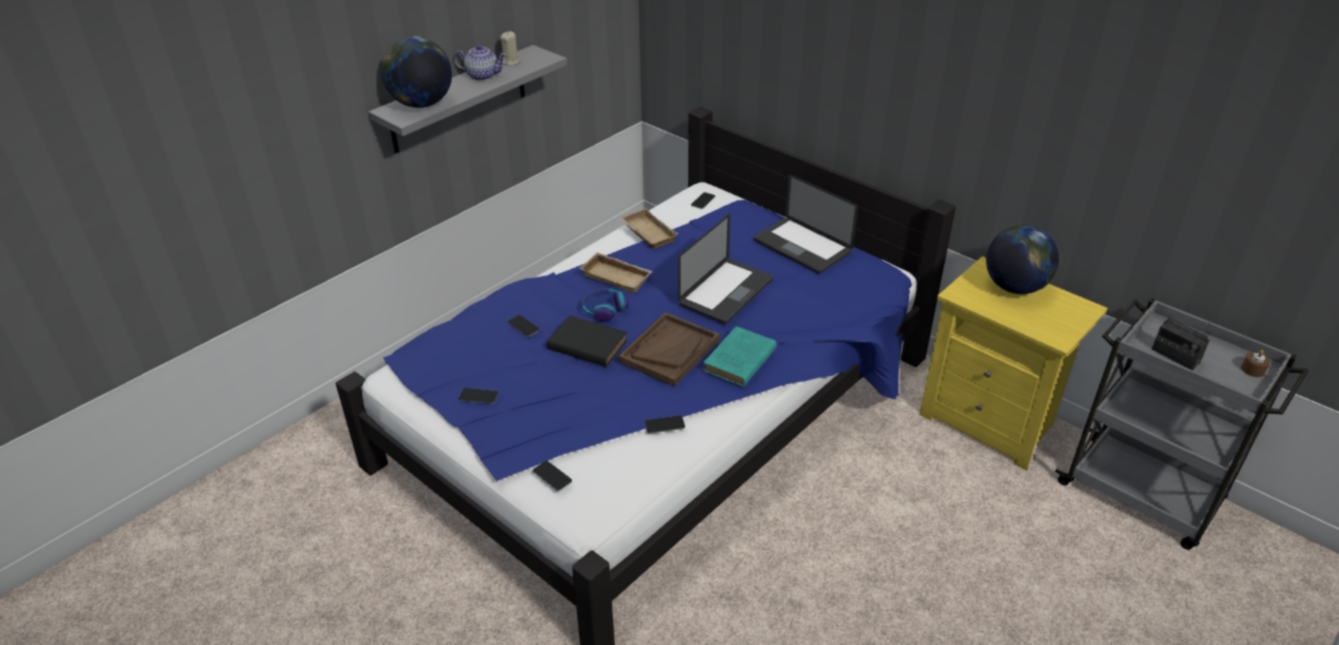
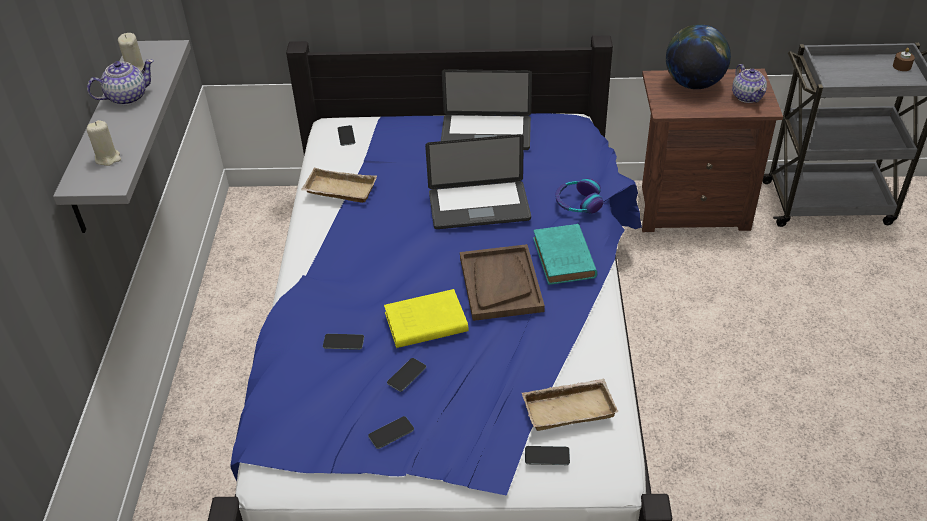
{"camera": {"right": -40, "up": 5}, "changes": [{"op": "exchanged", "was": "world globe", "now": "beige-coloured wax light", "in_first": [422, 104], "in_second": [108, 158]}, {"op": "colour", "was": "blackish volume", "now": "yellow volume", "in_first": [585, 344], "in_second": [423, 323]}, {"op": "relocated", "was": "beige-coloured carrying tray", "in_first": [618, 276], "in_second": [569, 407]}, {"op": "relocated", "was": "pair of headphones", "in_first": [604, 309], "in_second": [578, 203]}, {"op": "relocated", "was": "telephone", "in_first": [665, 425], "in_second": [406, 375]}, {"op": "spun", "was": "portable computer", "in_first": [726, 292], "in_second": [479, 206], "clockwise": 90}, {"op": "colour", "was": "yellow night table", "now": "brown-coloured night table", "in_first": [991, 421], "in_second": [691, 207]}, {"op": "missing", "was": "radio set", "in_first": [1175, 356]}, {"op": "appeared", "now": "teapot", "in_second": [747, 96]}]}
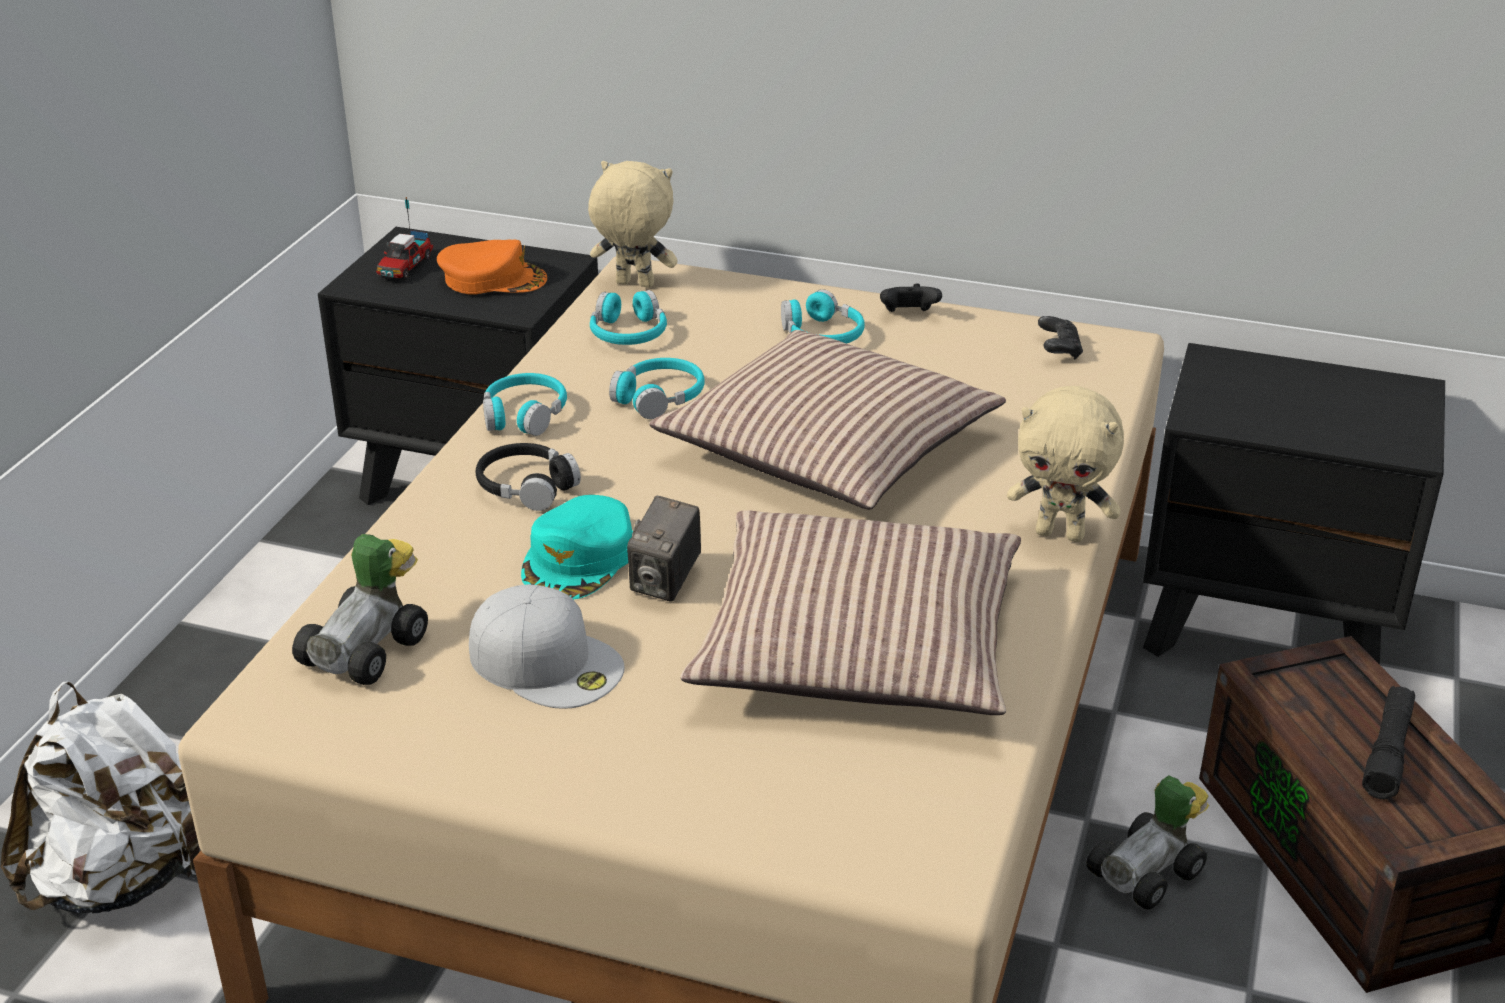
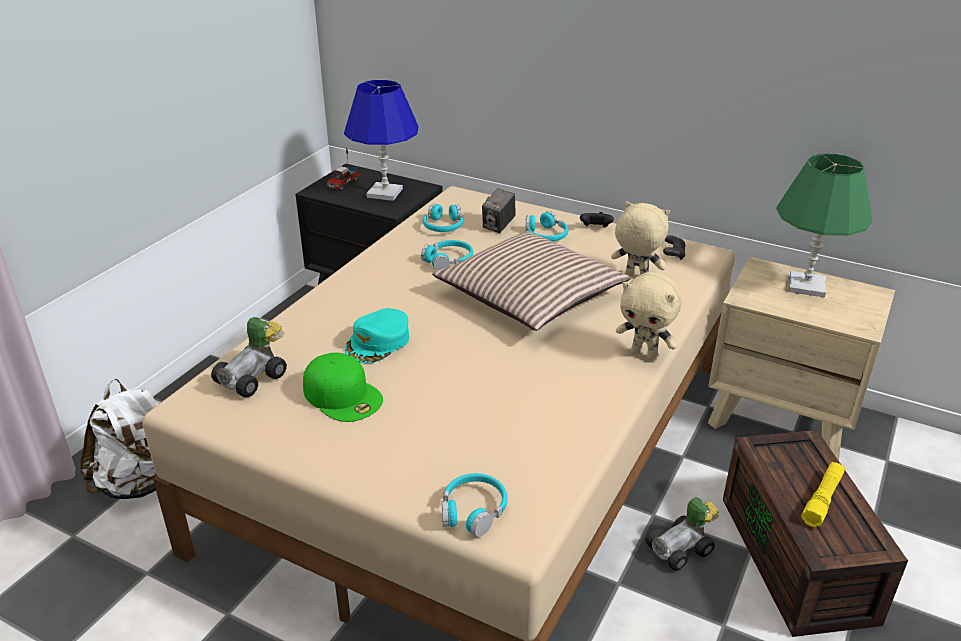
{"camera": {"right": 10, "up": 0}, "changes": [{"op": "exchanged", "was": "orange-coloured peaked cap", "now": "blue table lamp", "in_first": [493, 278], "in_second": [385, 193]}, {"op": "colour", "was": "white-coloured peaked cap", "now": "greenish peaked cap", "in_first": [547, 661], "in_second": [343, 395]}, {"op": "missing", "was": "blackish pair of headphones", "in_first": [526, 487]}, {"op": "relocated", "was": "turquoise pair of headphones", "in_first": [524, 415], "in_second": [473, 511]}, {"op": "relocated", "was": "beige-coloured cuddly toy", "in_first": [633, 285], "in_second": [635, 277]}, {"op": "relocated", "was": "still camera", "in_first": [666, 582], "in_second": [498, 226]}, {"op": "missing", "was": "pillow", "in_first": [858, 643]}, {"op": "colour", "was": "blackish night table", "now": "beige-coloured night table", "in_first": [1267, 624], "in_second": [782, 417]}, {"op": "colour", "was": "blackish flashlight", "now": "yellow flashlight", "in_first": [1388, 751], "in_second": [822, 499]}, {"op": "appeared", "now": "greenish table lamp", "in_second": [806, 286]}]}
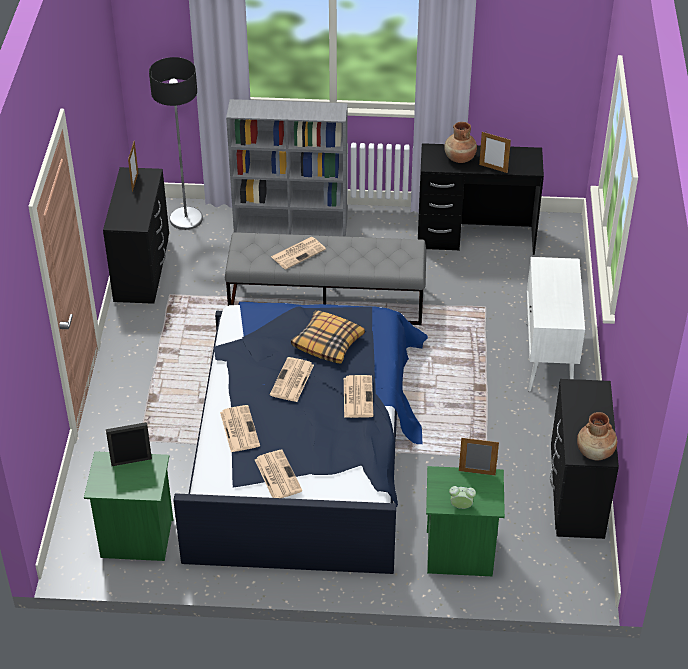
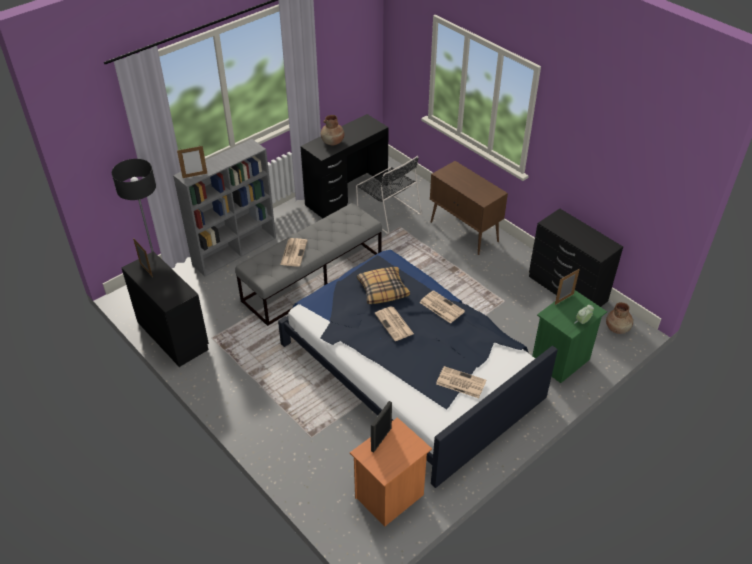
{"camera": {"right": -45, "up": 0}, "changes": [{"op": "colour", "was": "greenish night table", "now": "orange-coloured night table", "in_first": [136, 539], "in_second": [390, 497]}, {"op": "missing", "was": "printed paper", "in_first": [239, 428]}, {"op": "relocated", "was": "photo frame", "in_first": [493, 168], "in_second": [195, 175]}, {"op": "colour", "was": "white-coloured storage cabinet", "now": "brown-coloured storage cabinet", "in_first": [548, 358], "in_second": [464, 232]}, {"op": "relocated", "was": "brown-coloured decorative vase", "in_first": [595, 452], "in_second": [617, 328]}, {"op": "appeared", "now": "blackish plain chair", "in_second": [387, 212]}]}
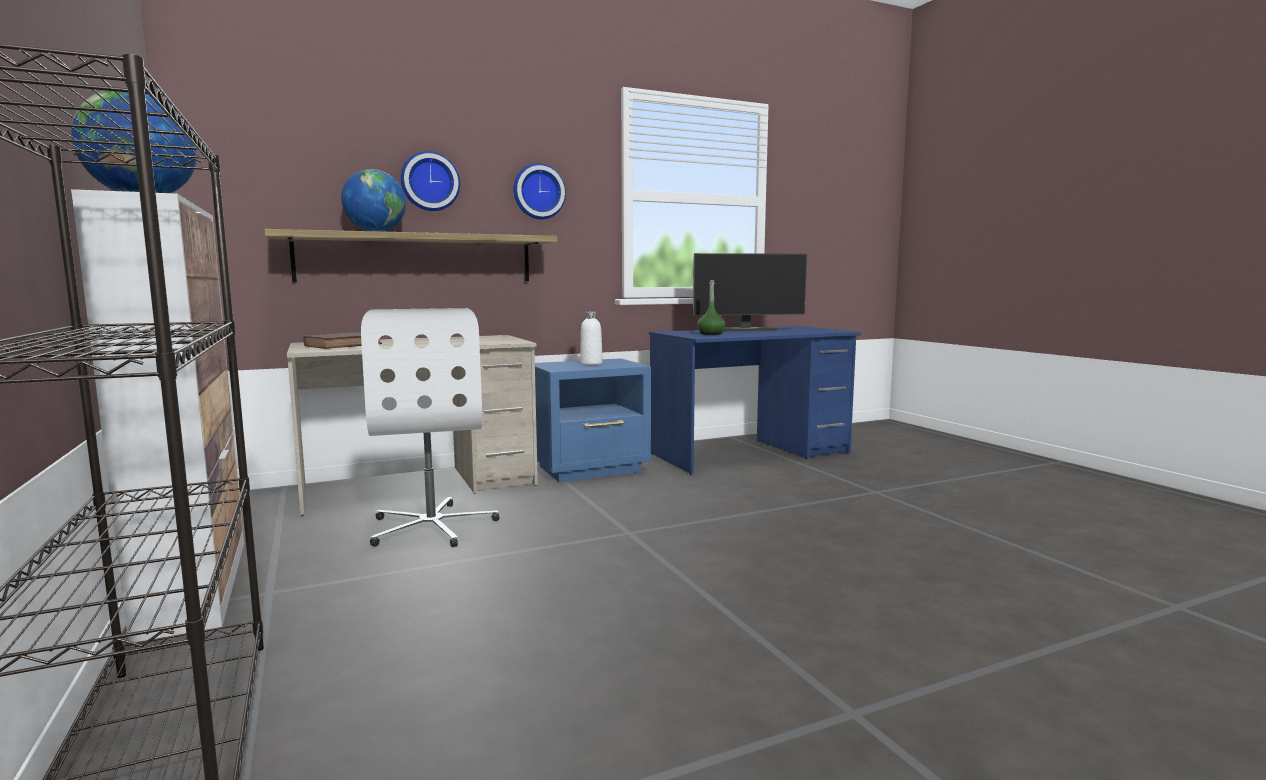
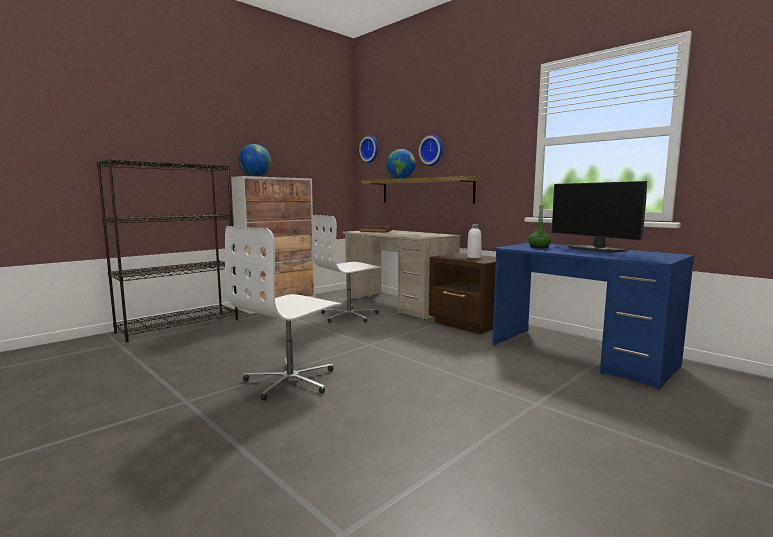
{"camera": {"right": 70, "up": 0}, "changes": [{"op": "relocated", "was": "hanging clock", "in_first": [538, 192], "in_second": [370, 149]}, {"op": "colour", "was": "blue night table", "now": "brown-coloured night table", "in_first": [591, 469], "in_second": [468, 324]}, {"op": "appeared", "now": "white-coloured computer chair", "in_second": [291, 380]}]}
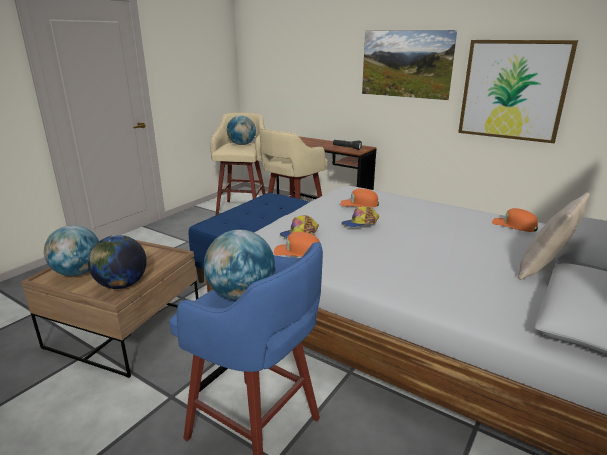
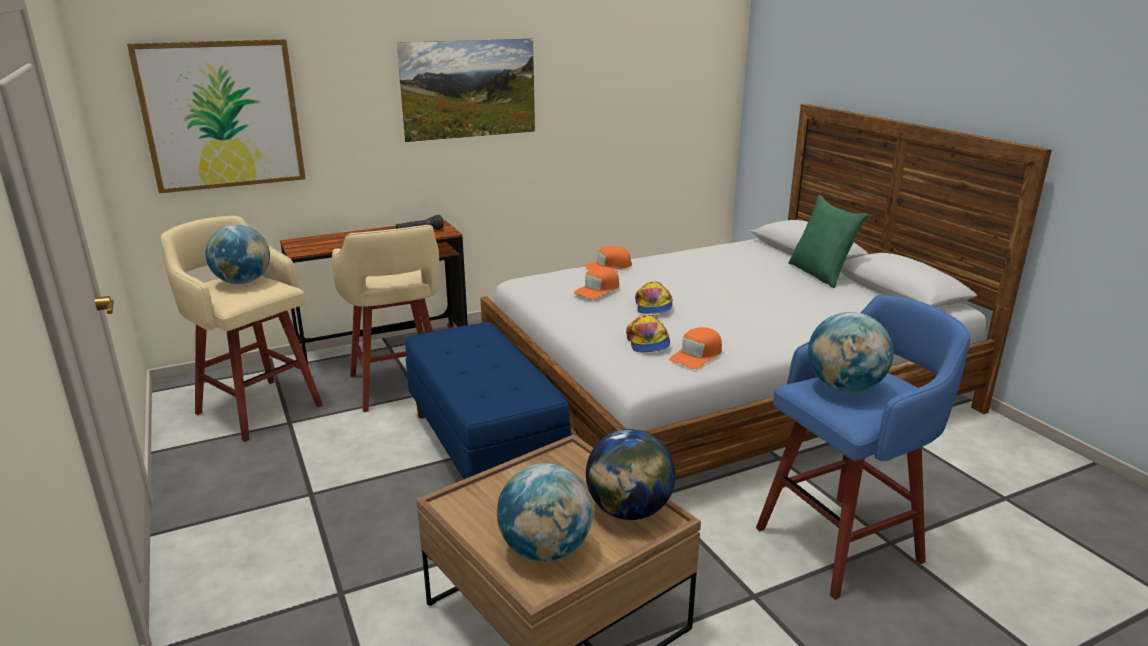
{"camera": {"right": -60, "up": 0}, "changes": [{"op": "relocated", "was": "picture", "in_first": [513, 90], "in_second": [222, 115]}, {"op": "relocated", "was": "orange-coloured peaked cap", "in_first": [514, 225], "in_second": [608, 266]}, {"op": "colour", "was": "beige-coloured pillow", "now": "greenish pillow", "in_first": [544, 269], "in_second": [820, 274]}]}
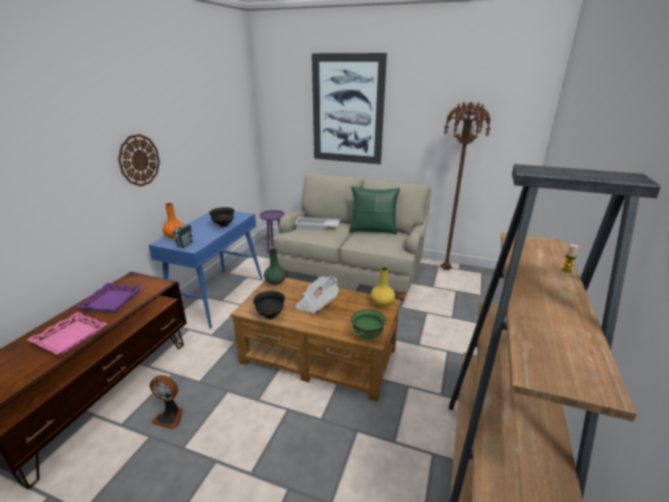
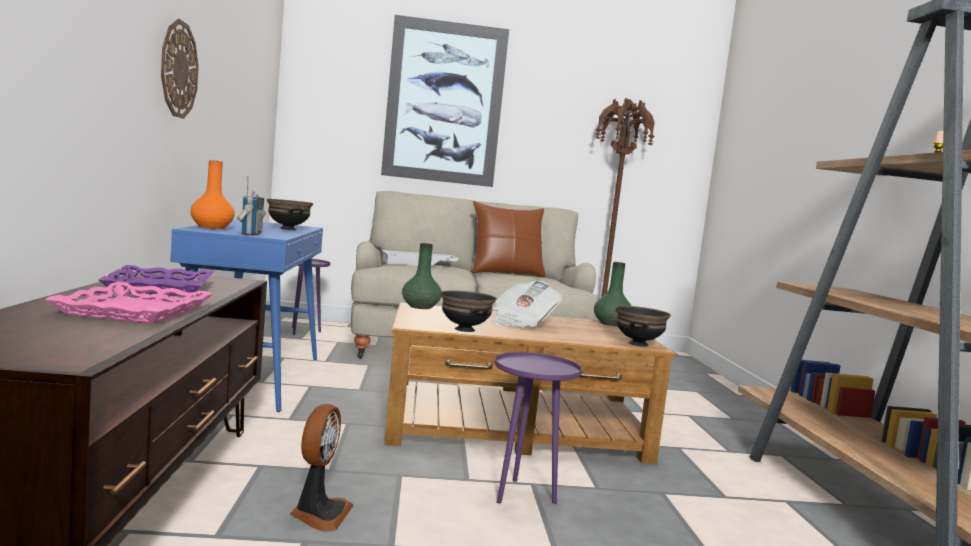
{"camera": {"right": -25, "up": -20}, "changes": [{"op": "spun", "was": "electric fan", "in_first": [170, 416], "in_second": [319, 514], "clockwise": -75}, {"op": "colour", "was": "greenish pillow", "now": "brown-coloured pillow", "in_first": [373, 230], "in_second": [506, 273]}, {"op": "colour", "was": "greenish serving bowl", "now": "blackish serving bowl", "in_first": [367, 336], "in_second": [637, 344]}, {"op": "colour", "was": "yellow decorative vase", "now": "greenish decorative vase", "in_first": [382, 302], "in_second": [611, 324]}, {"op": "appeared", "now": "purple side table", "in_second": [522, 495]}]}
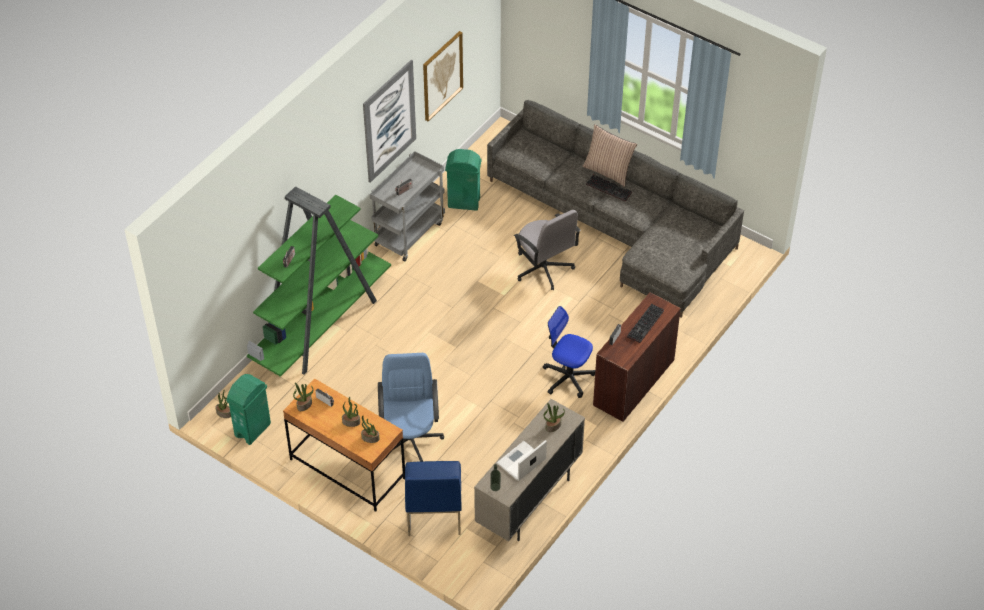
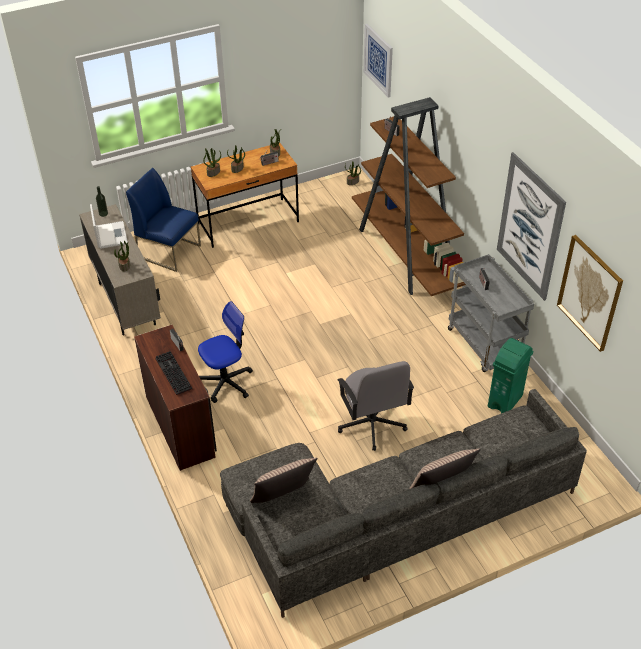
{"camera": {"right": 120, "up": -5}, "changes": [{"op": "missing", "was": "greenish rubbish bin", "in_first": [253, 429]}, {"op": "colour", "was": "greenish shelving unit", "now": "brown-coloured shelving unit", "in_first": [322, 324], "in_second": [406, 255]}, {"op": "missing", "was": "blue computer chair", "in_first": [410, 439]}, {"op": "spun", "was": "greyish computer chair", "in_first": [543, 269], "in_second": [371, 424], "clockwise": -105}, {"op": "missing", "was": "computer keyboard", "in_first": [610, 188]}, {"op": "appeared", "now": "pillow", "in_second": [283, 499]}, {"op": "appeared", "now": "picture", "in_second": [378, 60]}]}
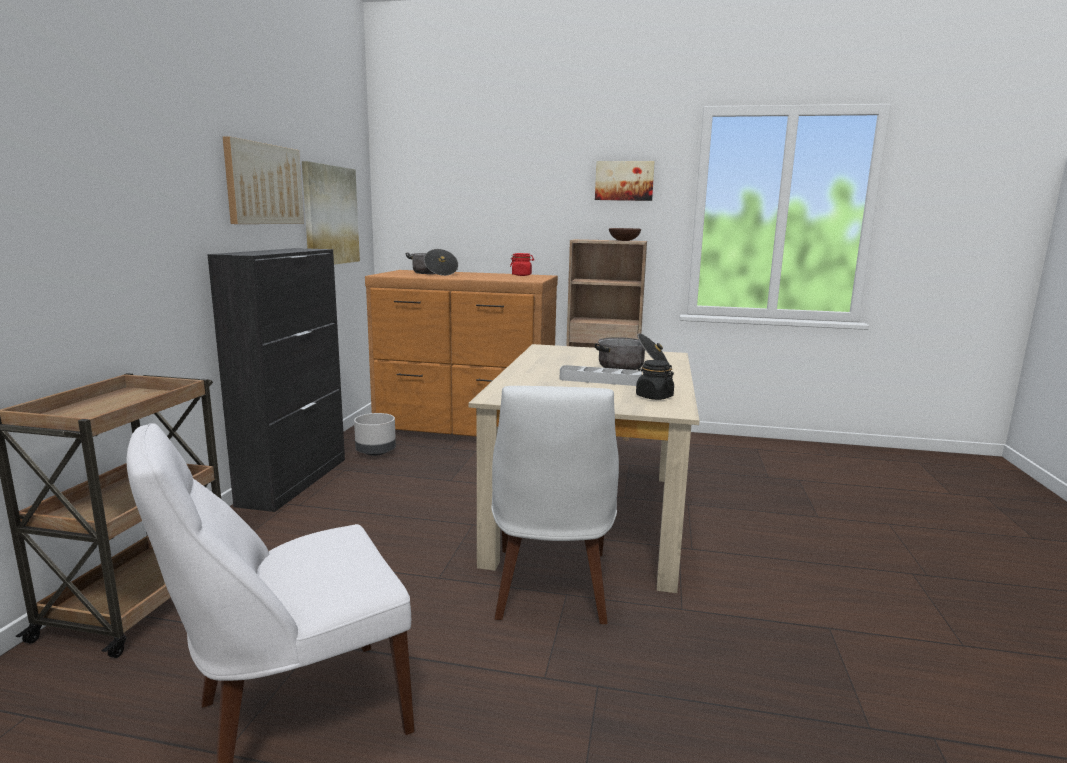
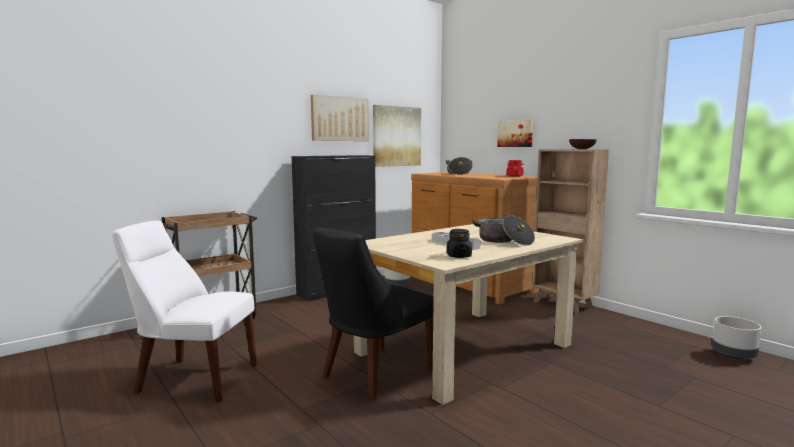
{"camera": {"right": 40, "up": -5}, "changes": [{"op": "colour", "was": "white-coloured plain chair", "now": "blackish plain chair", "in_first": [550, 588], "in_second": [374, 374]}, {"op": "relocated", "was": "picture", "in_first": [624, 181], "in_second": [515, 133]}, {"op": "appeared", "now": "greyish plant pot", "in_second": [734, 356]}]}
